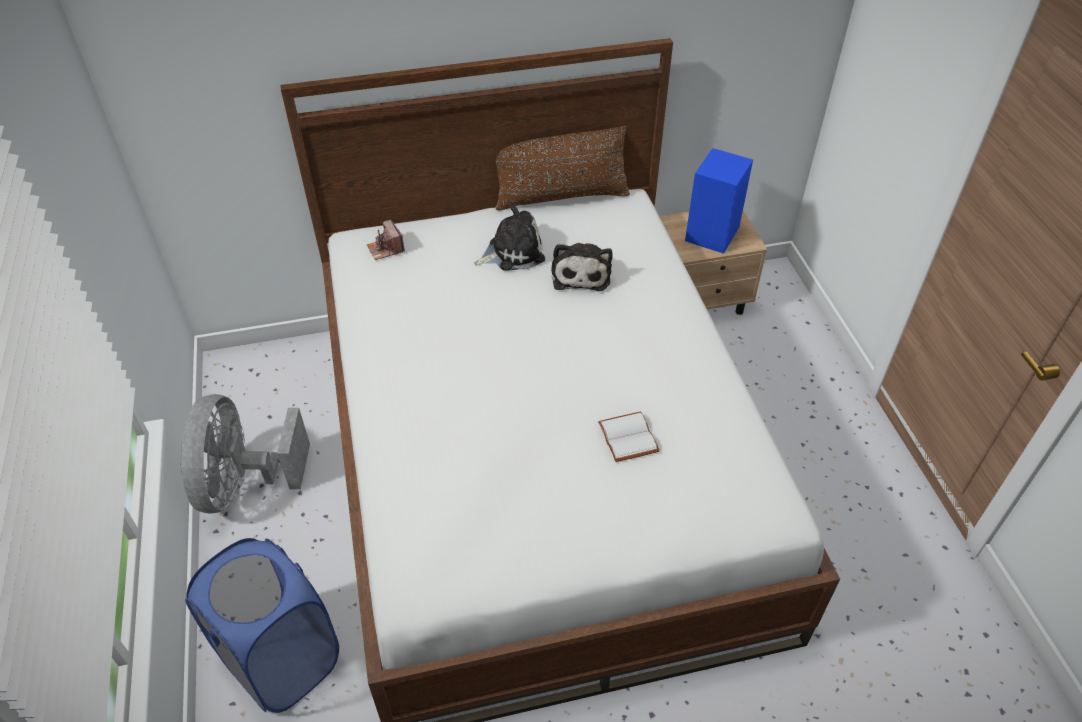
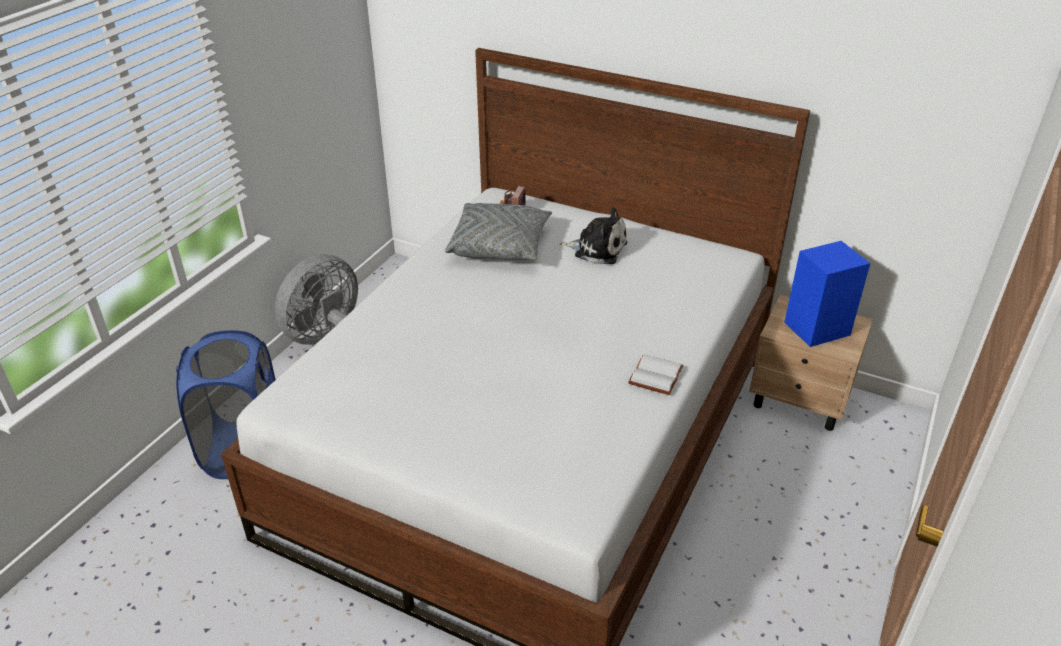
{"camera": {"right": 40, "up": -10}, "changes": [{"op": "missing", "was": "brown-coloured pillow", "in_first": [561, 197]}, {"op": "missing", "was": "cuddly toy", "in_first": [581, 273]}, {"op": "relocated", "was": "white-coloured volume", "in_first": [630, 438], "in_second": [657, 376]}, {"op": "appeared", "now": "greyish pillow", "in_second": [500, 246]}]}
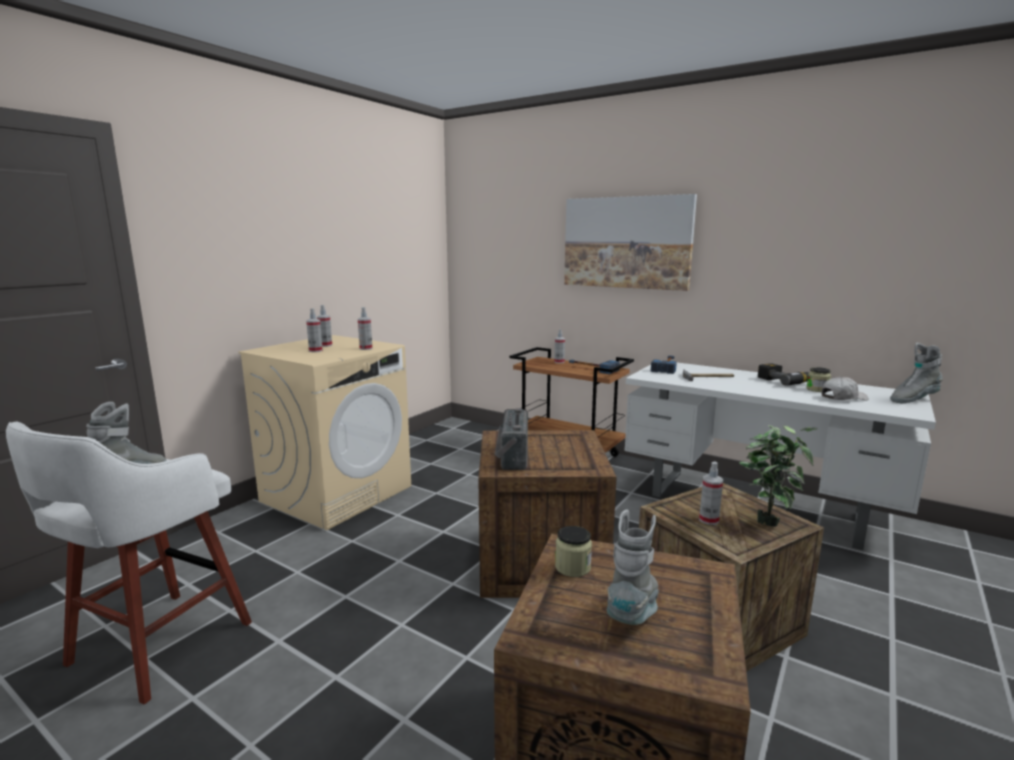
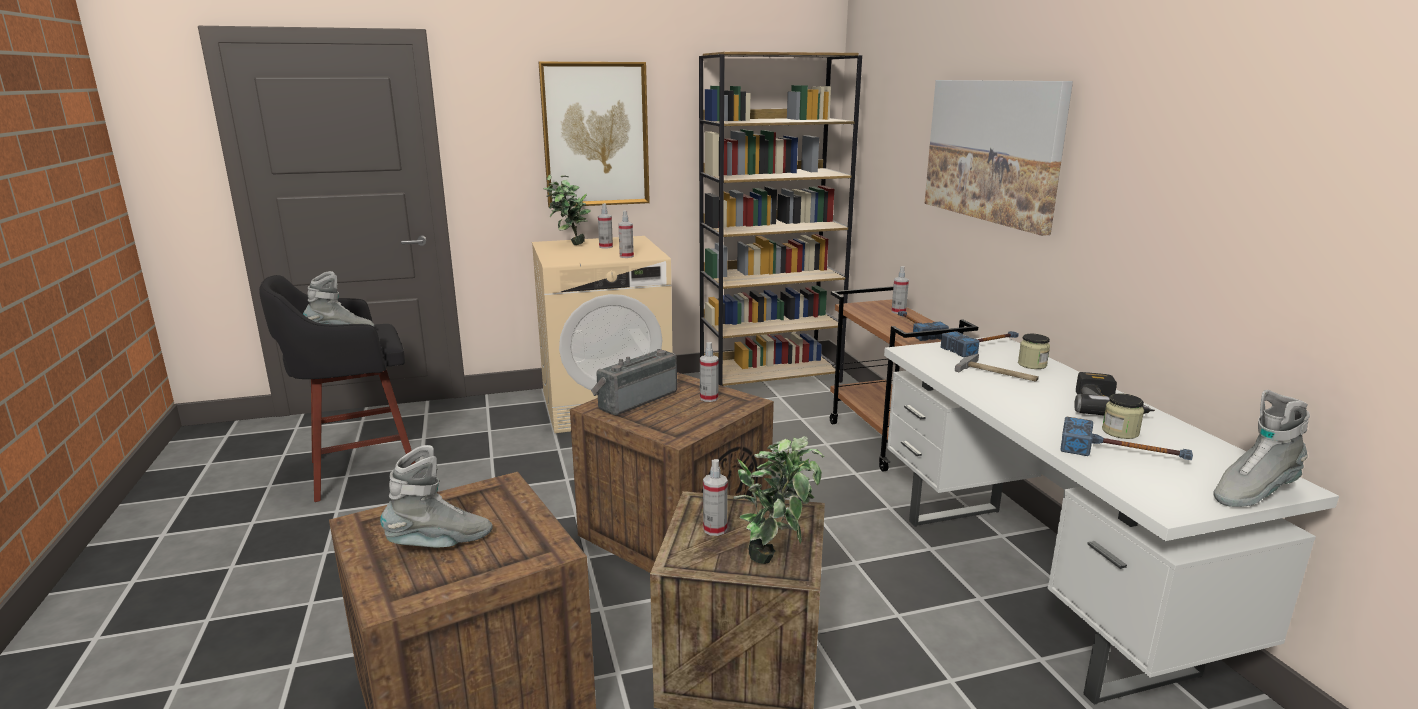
{"camera": {"right": 40, "up": 5}, "changes": [{"op": "colour", "was": "white-coloured stool", "now": "blackish stool", "in_first": [156, 646], "in_second": [359, 471]}, {"op": "relocated", "was": "sprayer", "in_first": [315, 351], "in_second": [709, 398]}, {"op": "relocated", "was": "preserve jar", "in_first": [573, 567], "in_second": [1032, 364]}, {"op": "exchanged", "was": "white-coloured peaked cap", "now": "hammer", "in_first": [843, 398], "in_second": [1123, 453]}, {"op": "spun", "was": "greyish high-top boot", "in_first": [912, 400], "in_second": [1252, 493], "clockwise": -45}, {"op": "appeared", "now": "picture", "in_second": [595, 135]}, {"op": "appeared", "now": "potted plant", "in_second": [569, 245]}, {"op": "appeared", "now": "brown-coloured shelving unit", "in_second": [770, 377]}]}
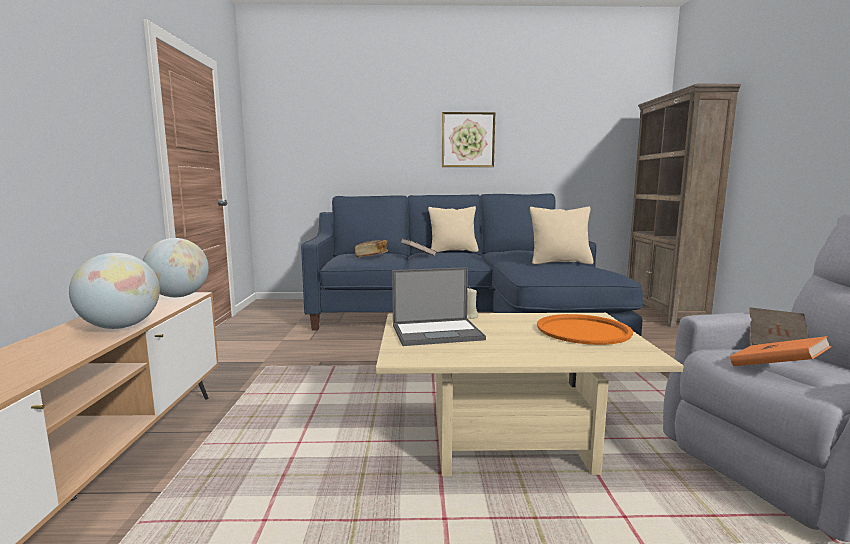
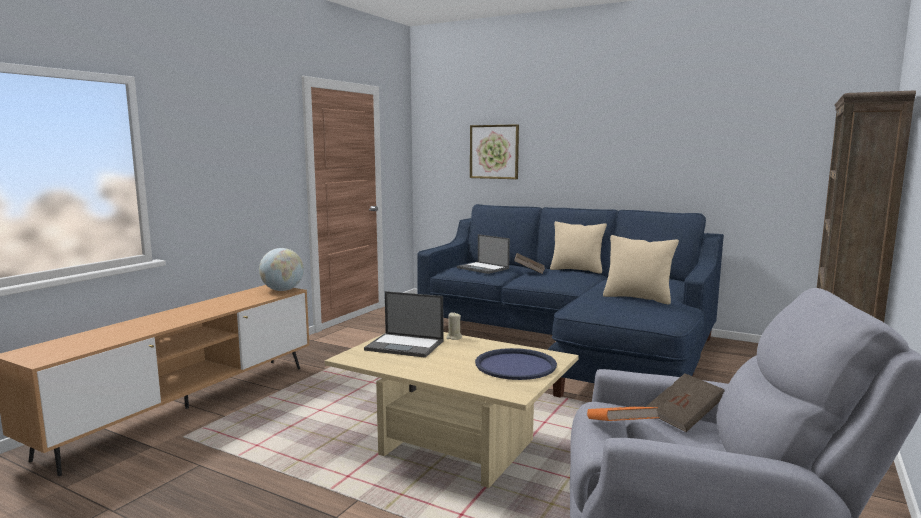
{"camera": {"right": 30, "up": 0}, "changes": [{"op": "missing", "was": "world globe", "in_first": [121, 327]}, {"op": "exchanged", "was": "volume", "now": "portable computer", "in_first": [371, 256], "in_second": [483, 268]}, {"op": "relocated", "was": "picture", "in_first": [468, 140], "in_second": [494, 152]}, {"op": "colour", "was": "orange-coloured carrying tray", "now": "blue carrying tray", "in_first": [583, 330], "in_second": [515, 365]}]}
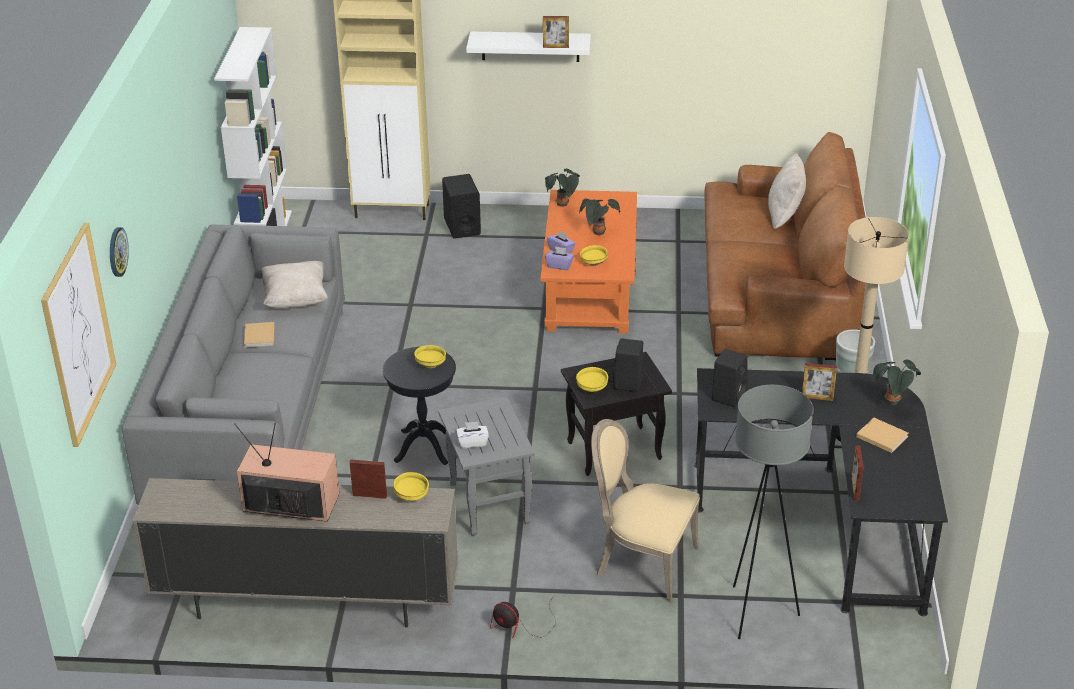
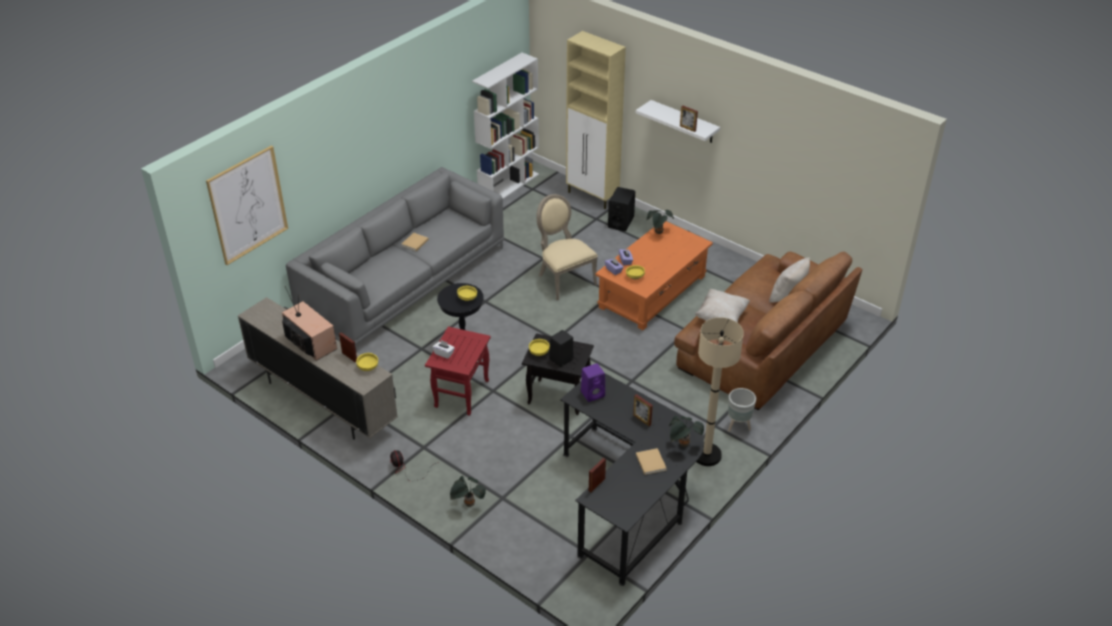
{"camera": {"right": 35, "up": 5}, "changes": [{"op": "missing", "was": "hanging clock", "in_first": [117, 251]}, {"op": "relocated", "was": "beige-coloured pillow", "in_first": [295, 298], "in_second": [721, 317]}, {"op": "colour", "was": "greyish side table", "now": "red side table", "in_first": [487, 503], "in_second": [461, 393]}, {"op": "relocated", "was": "potted plant", "in_first": [598, 233], "in_second": [468, 504]}, {"op": "relocated", "was": "beige-coloured plain chair", "in_first": [642, 562], "in_second": [564, 279]}, {"op": "colour", "was": "blackish audio speaker", "now": "purple audio speaker", "in_first": [729, 396], "in_second": [593, 393]}, {"op": "missing", "was": "greyish standard lamp", "in_first": [756, 612]}]}
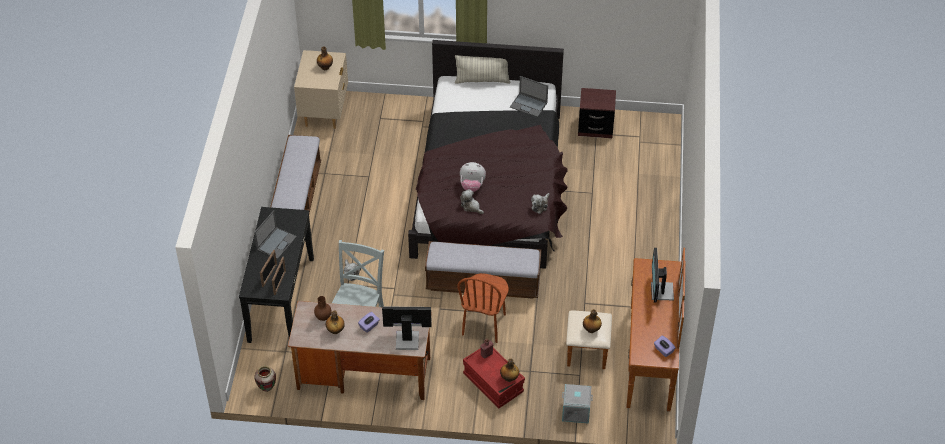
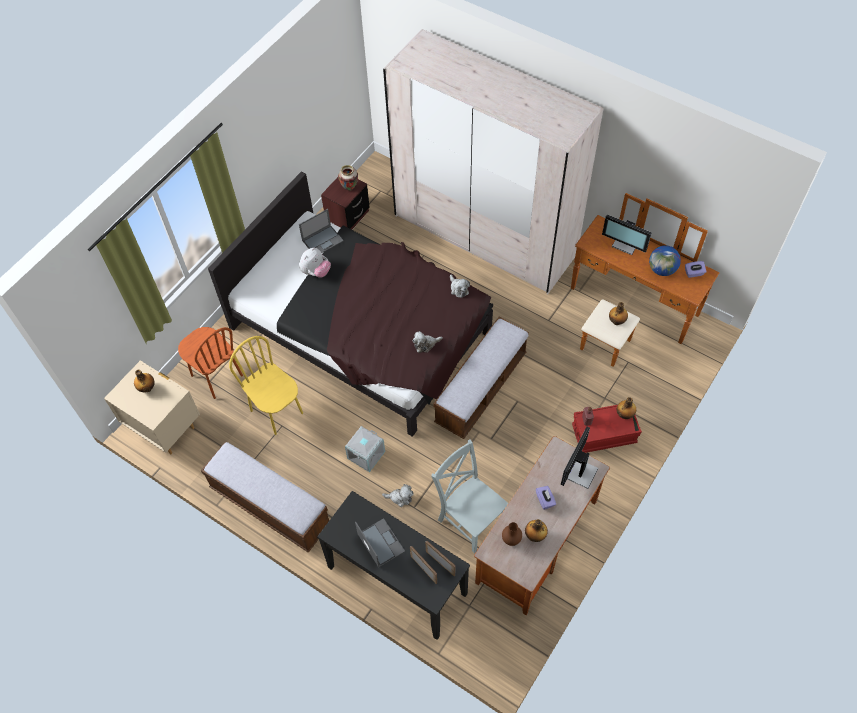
{"camera": {"right": -60, "up": 10}, "changes": [{"op": "relocated", "was": "decorative vase", "in_first": [267, 388], "in_second": [349, 188]}, {"op": "missing", "was": "pillow", "in_first": [482, 80]}, {"op": "relocated", "was": "brown-coloured plain chair", "in_first": [484, 324], "in_second": [216, 376]}, {"op": "relocated", "was": "cuddly toy", "in_first": [472, 186], "in_second": [316, 272]}, {"op": "relocated", "was": "greyish storage bin", "in_first": [576, 410], "in_second": [365, 454]}, {"op": "appeared", "now": "yellow plain chair", "in_second": [277, 411]}, {"op": "appeared", "now": "beige-coloured armoire", "in_second": [485, 235]}, {"op": "appeared", "now": "world globe", "in_second": [662, 270]}]}
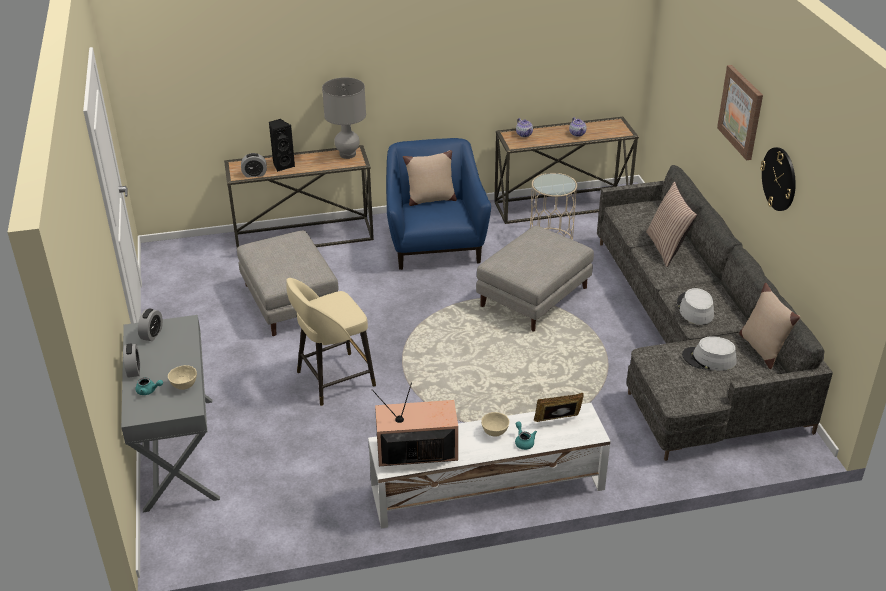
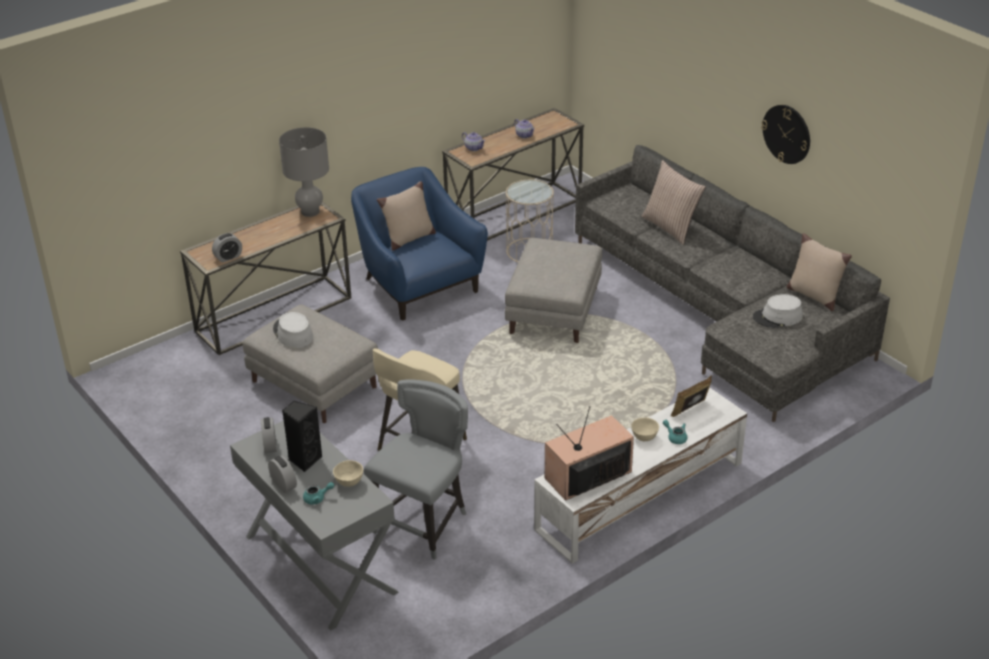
{"camera": {"right": -25, "up": 0}, "changes": [{"op": "relocated", "was": "blackish audio speaker", "in_first": [283, 165], "in_second": [304, 460]}, {"op": "relocated", "was": "greyish wearable hat", "in_first": [694, 309], "in_second": [292, 333]}, {"op": "missing", "was": "picture", "in_first": [741, 112]}, {"op": "appeared", "now": "greyish plain chair", "in_second": [424, 524]}]}
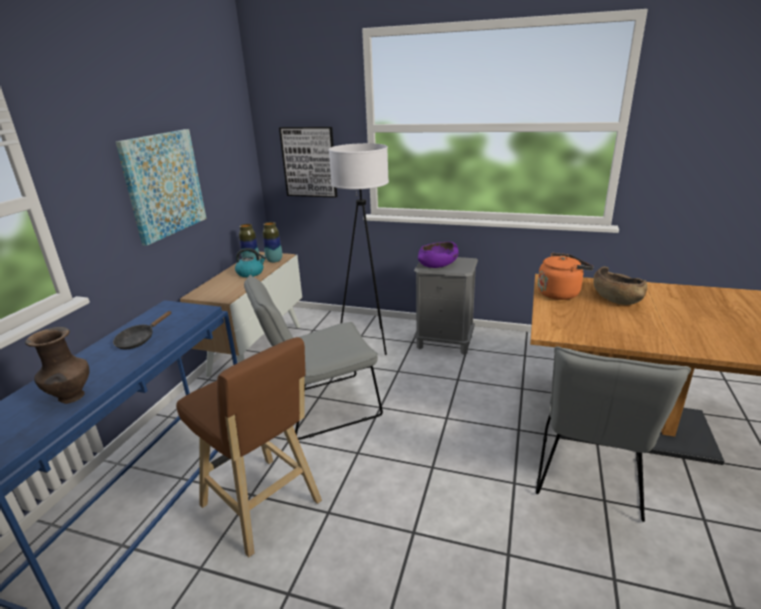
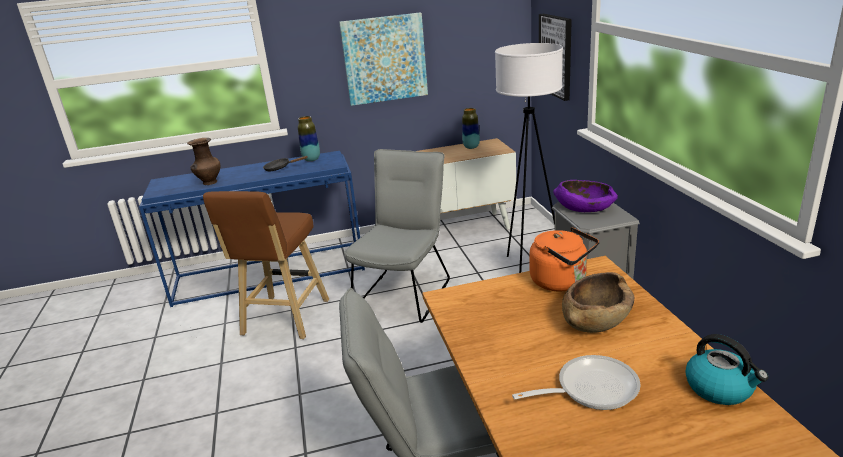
{"camera": {"right": 60, "up": 0}, "changes": [{"op": "relocated", "was": "kettle", "in_first": [251, 273], "in_second": [720, 388]}, {"op": "spun", "was": "greyish plain chair", "in_first": [320, 407], "in_second": [405, 291], "clockwise": 75}, {"op": "relocated", "was": "decorative vase", "in_first": [274, 261], "in_second": [311, 159]}, {"op": "appeared", "now": "pan", "in_second": [590, 389]}]}
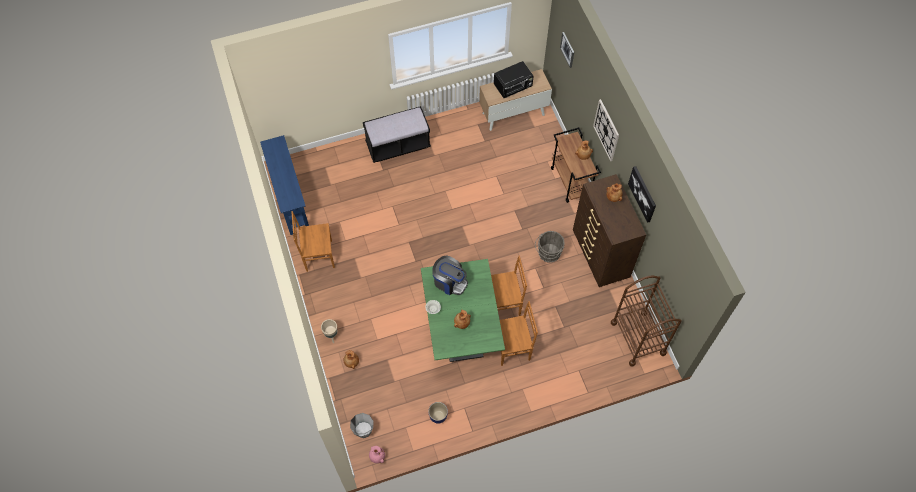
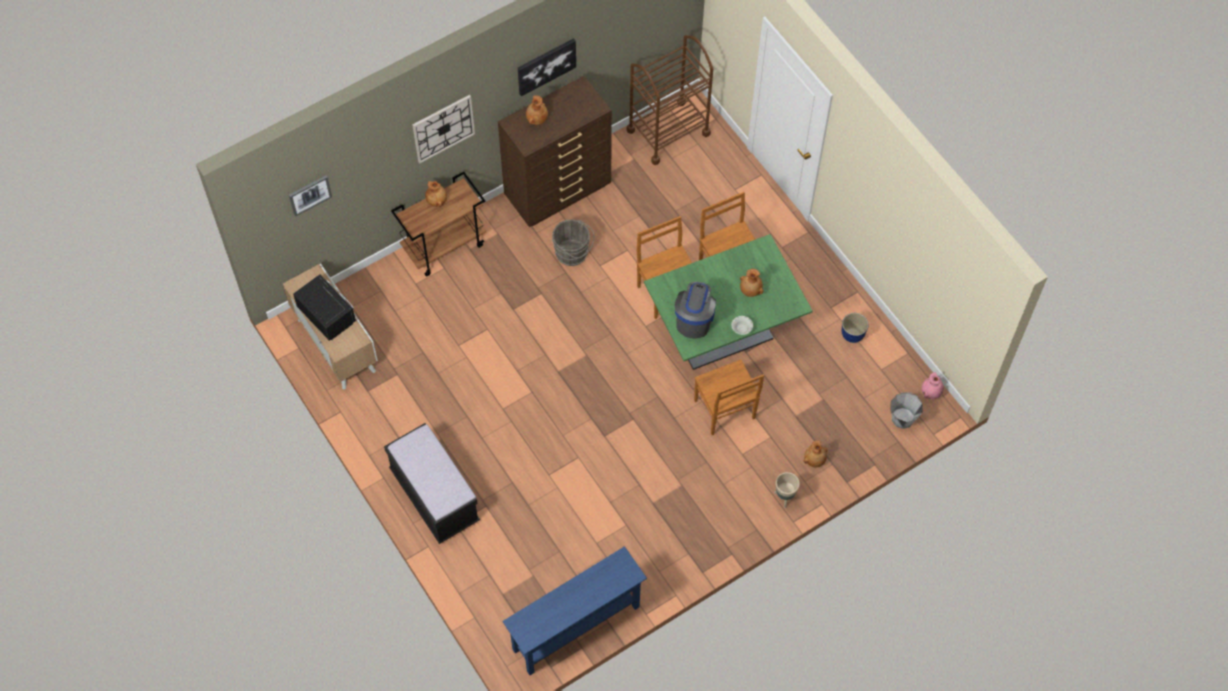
{"camera": {"right": -105, "up": 0}, "changes": [{"op": "relocated", "was": "brown-coloured plain chair", "in_first": [318, 255], "in_second": [725, 411]}]}
